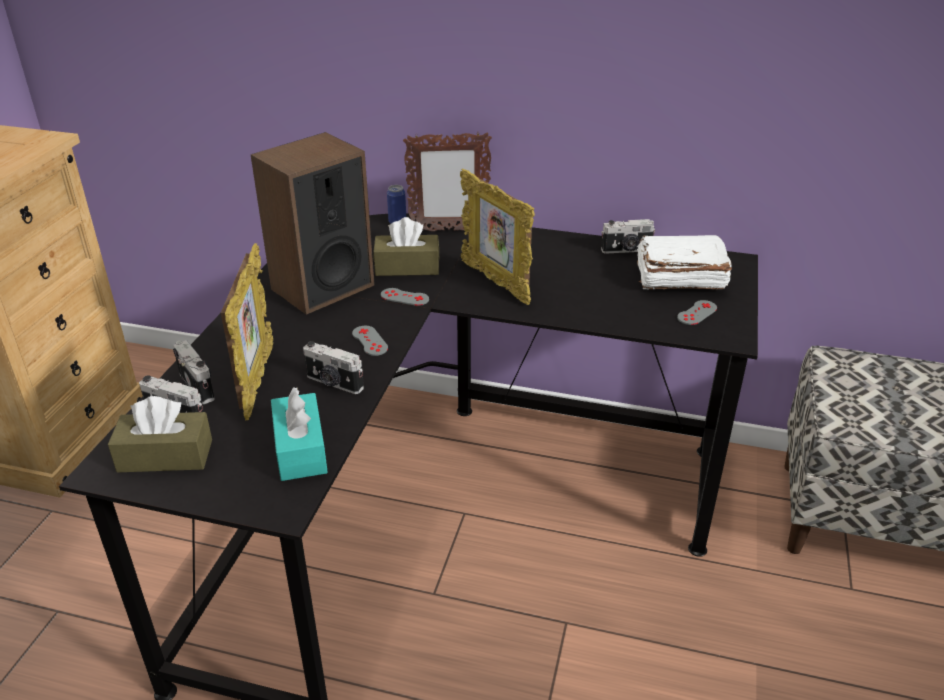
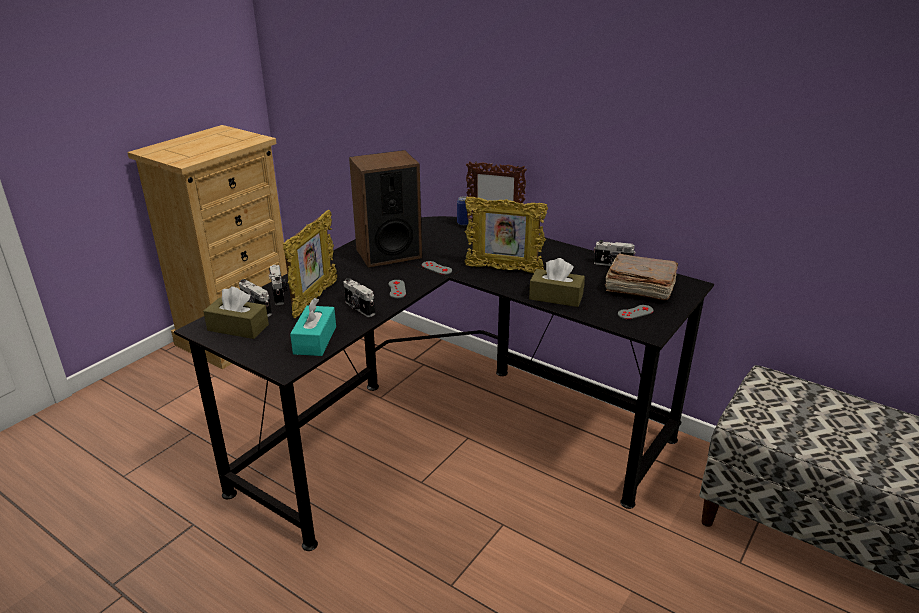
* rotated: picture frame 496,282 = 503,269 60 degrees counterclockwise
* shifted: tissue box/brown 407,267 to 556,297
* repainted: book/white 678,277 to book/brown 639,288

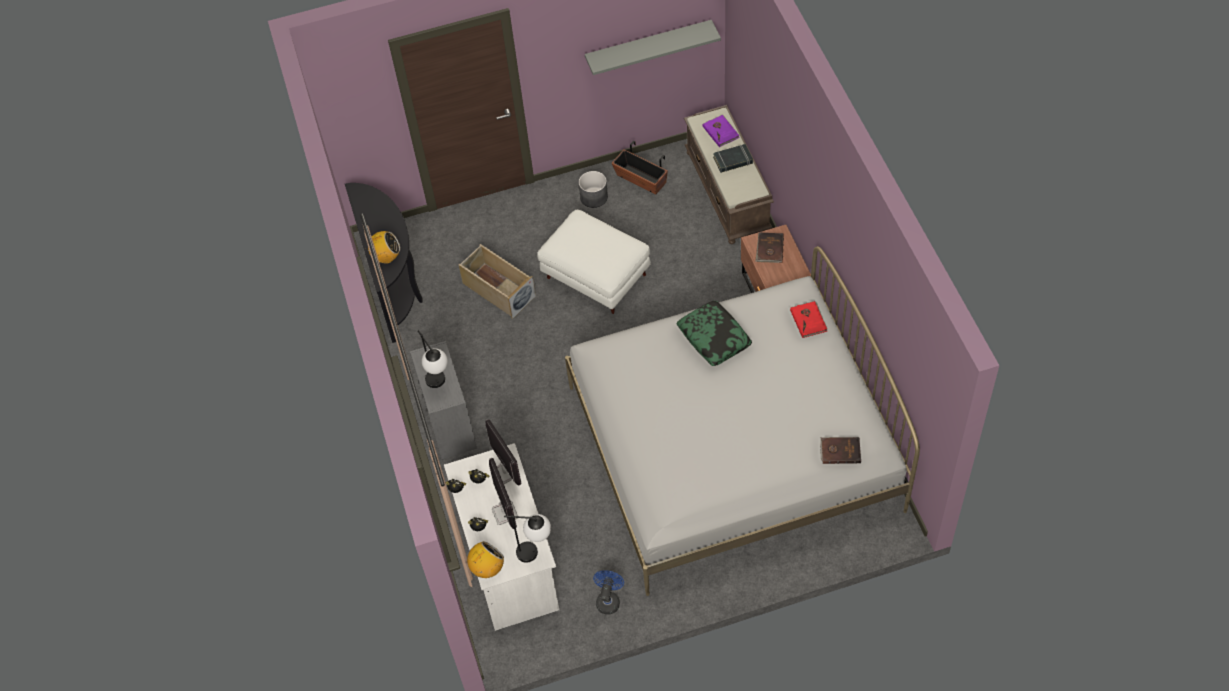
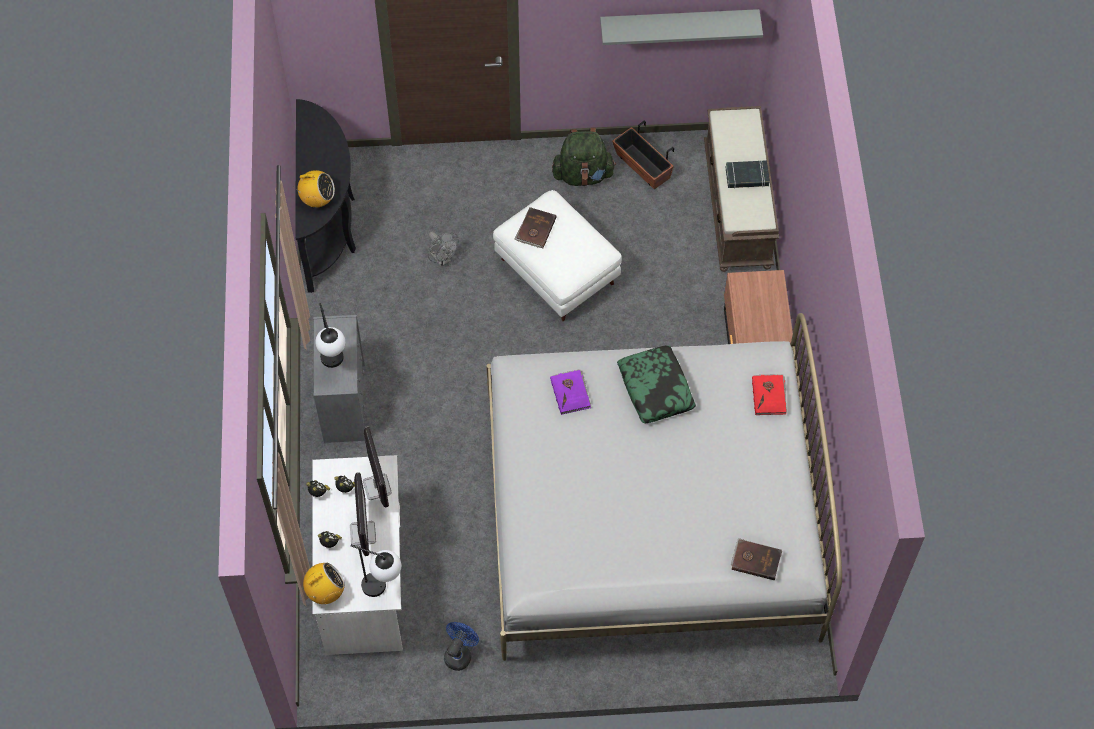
* swapped: storage box/beige 498,290 to fan/grey 442,259
* shifted: book/brown 769,249 to 535,229
* shifted: book/purple 721,131 to 571,392
* swapped: planter/grey 594,197 to backpack/green 583,175

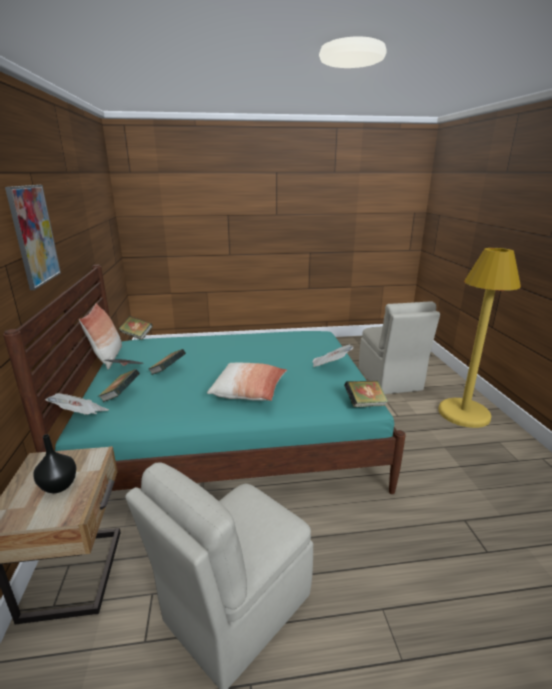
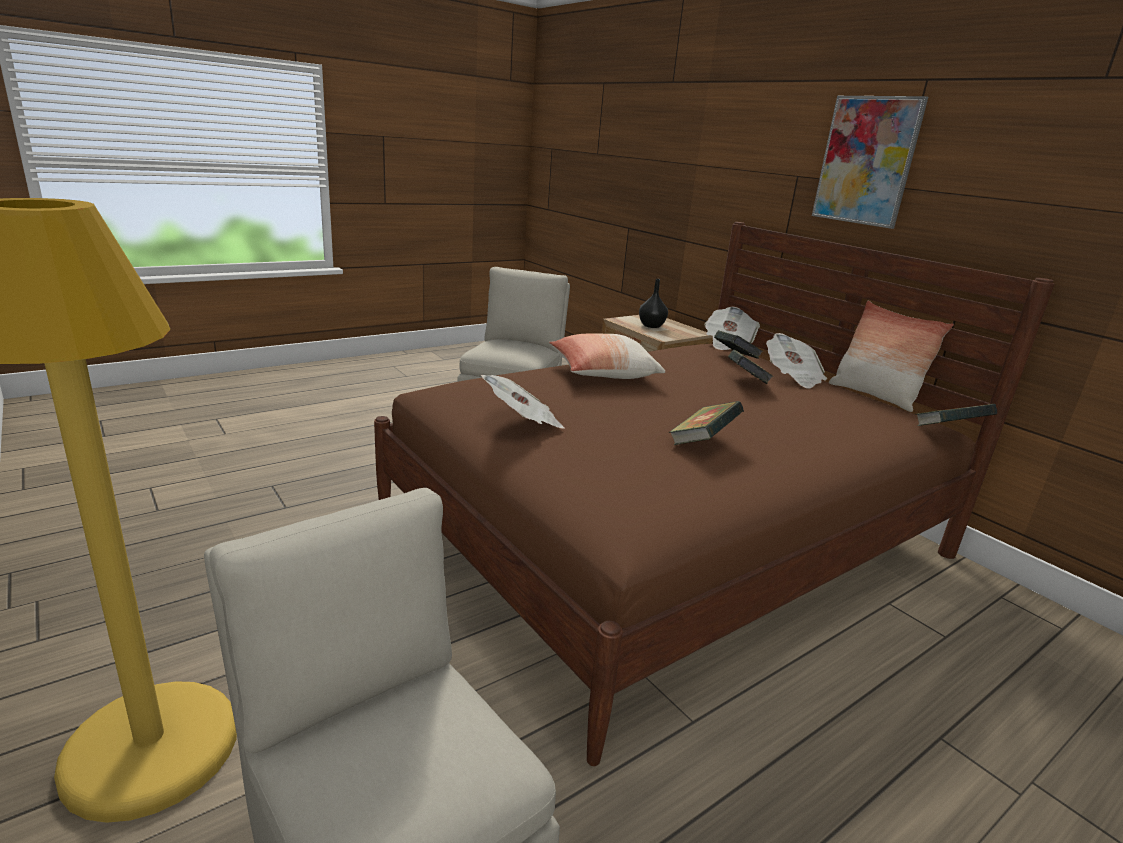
* repainted: bed/turquoise 232,437 to bed/brown 668,536
* shifted: book 365,404 to 702,442

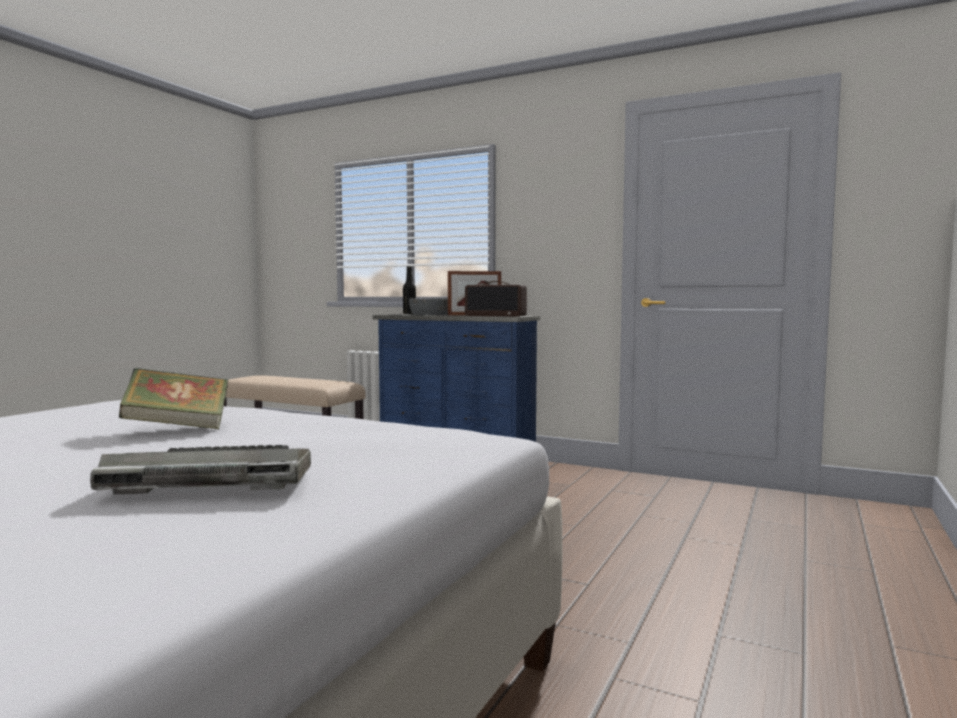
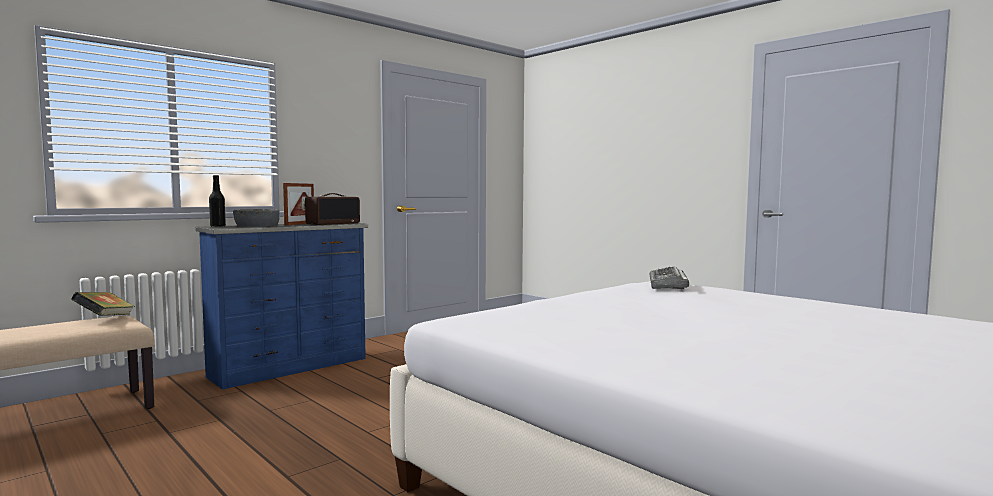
* shifted: book 178,427 to 105,318
* shifted: keyboard 207,483 to 668,284

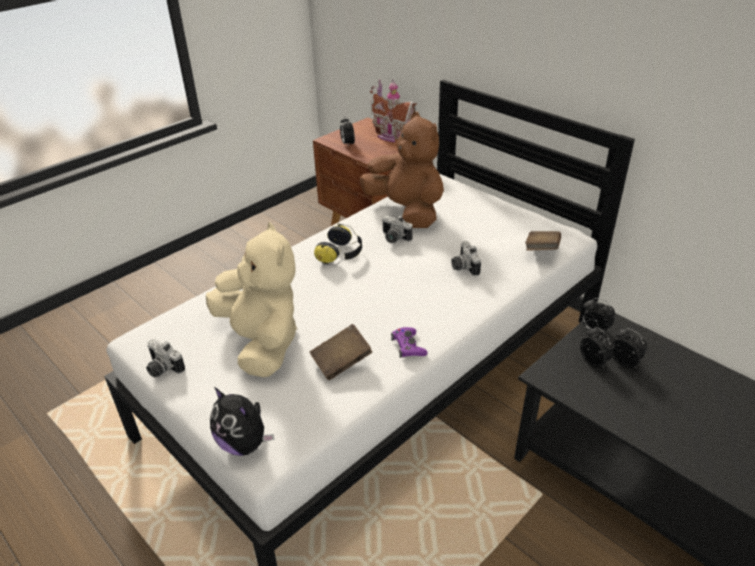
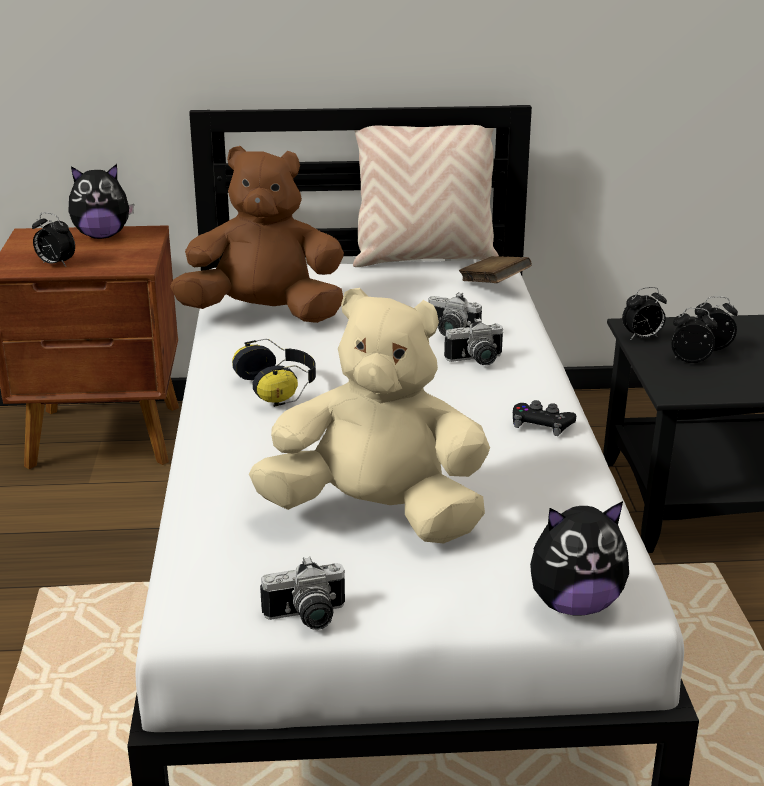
* swapped: toy house 391,136 to plush toy 102,236
* new: pillow/beige 424,258
* shifted: photo camera 393,238 to 477,361
* repainted: game controller/purple 408,346 to game controller/black 542,424
* gone: book/brown 341,362

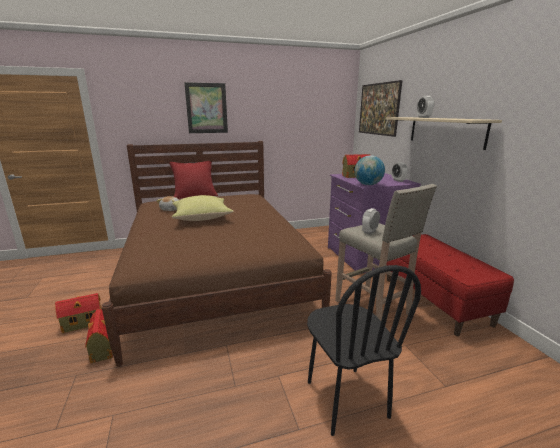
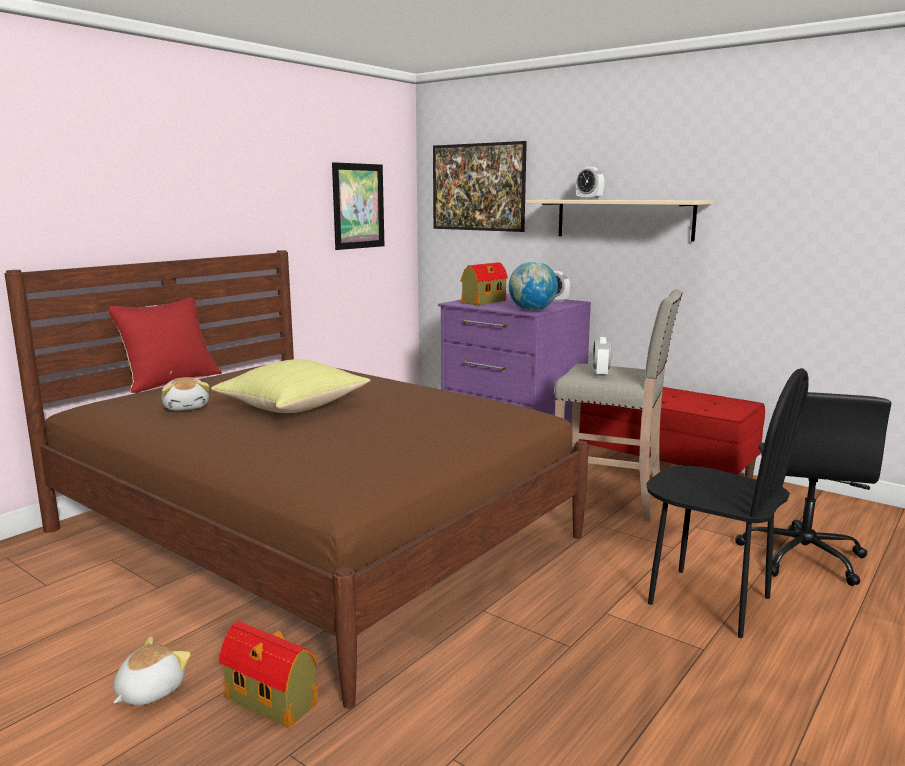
* swapped: toy house 82,324 to plush toy 149,691
* shifted: picture 206,108 to 358,206
* new: office chair/black 802,557

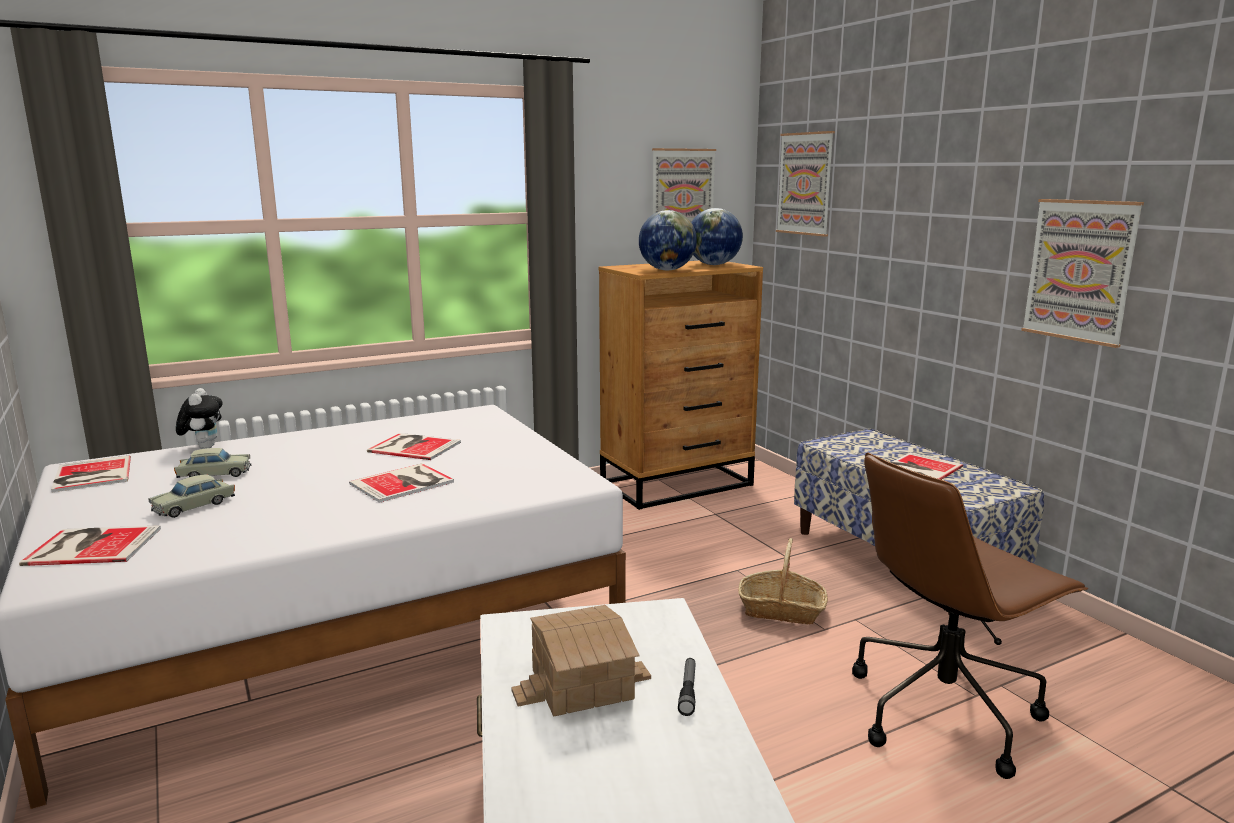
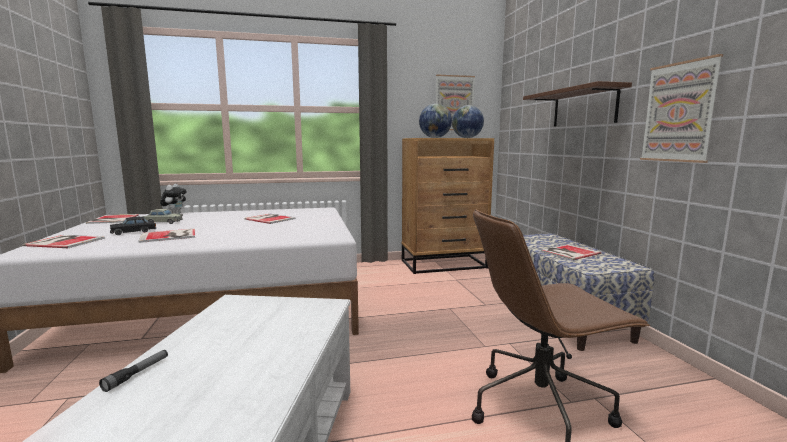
* shifted: flashlight 688,691 to 137,374
* repainted: toy car/beige 194,506 to toy car/black 133,232
* shifted: book 405,483 to 170,236
* new: shelf/brown 584,107
* gone: toy house 581,683
* gone: basket 781,609
* gone: picture 805,184

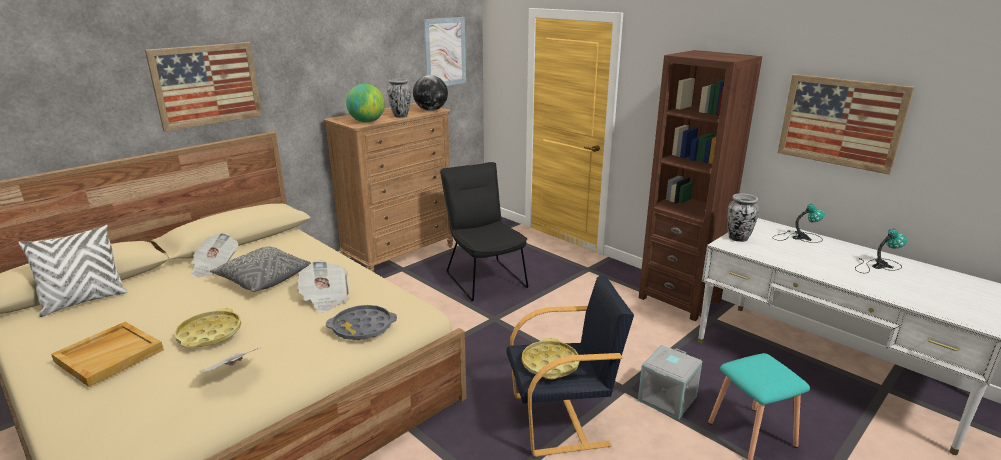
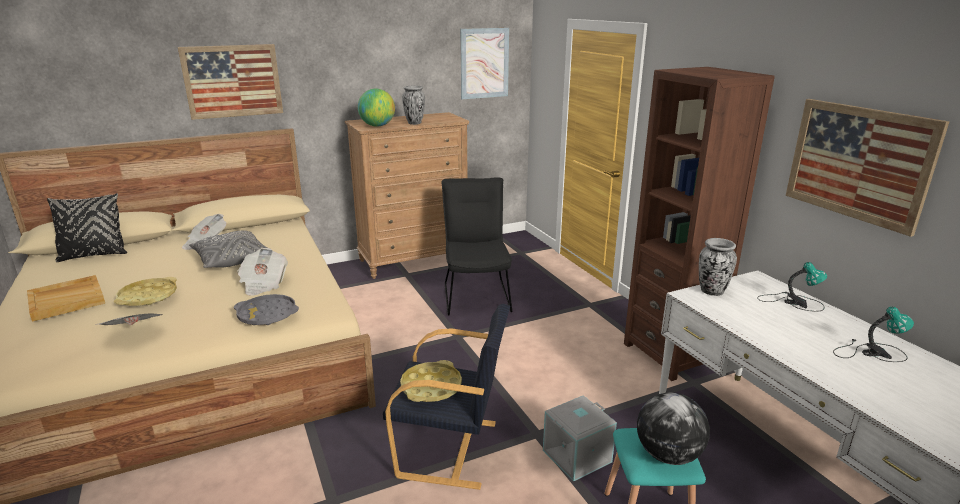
* repainted: pillow/white 84,301 to pillow/black 94,255
* shifted: globe 431,110 to 668,455

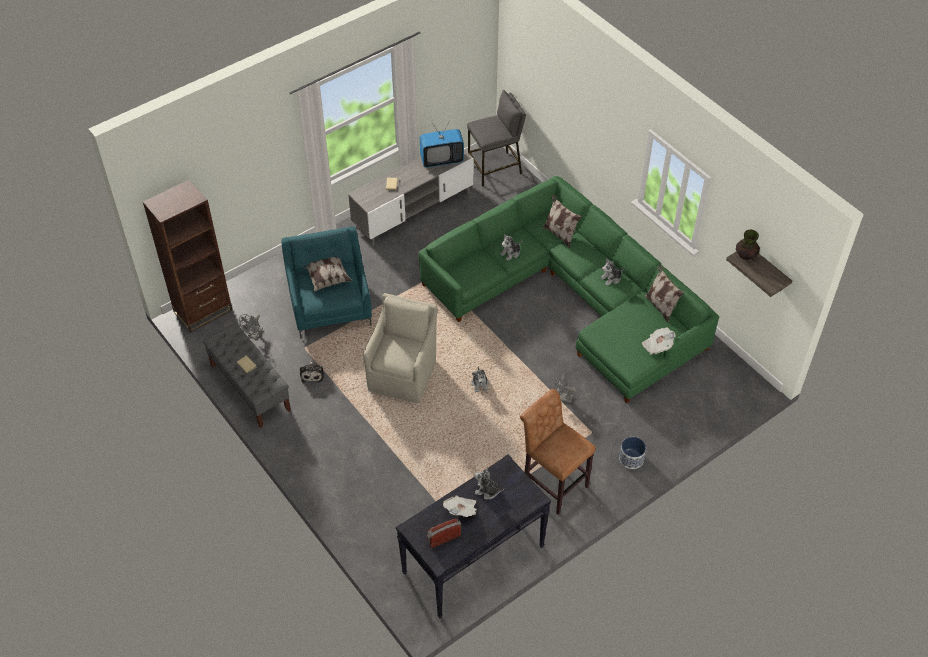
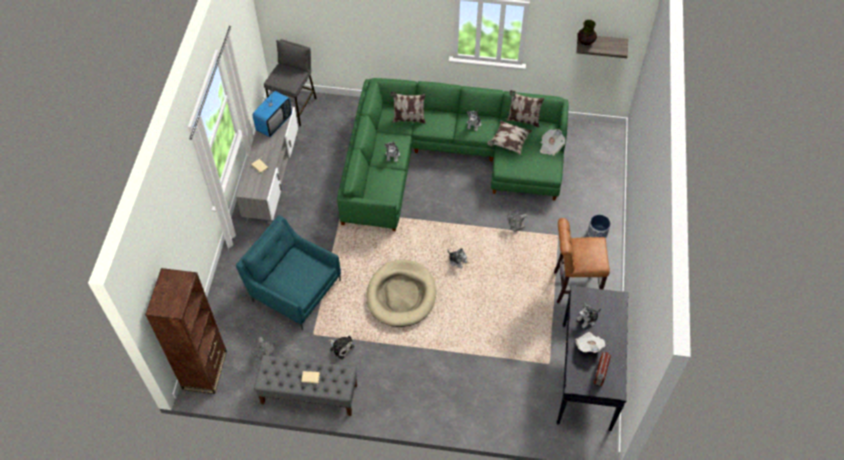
* swapped: armchair/beige 403,373 to dog bed/beige 401,295
* shifted: pillow 327,278 to 508,142

